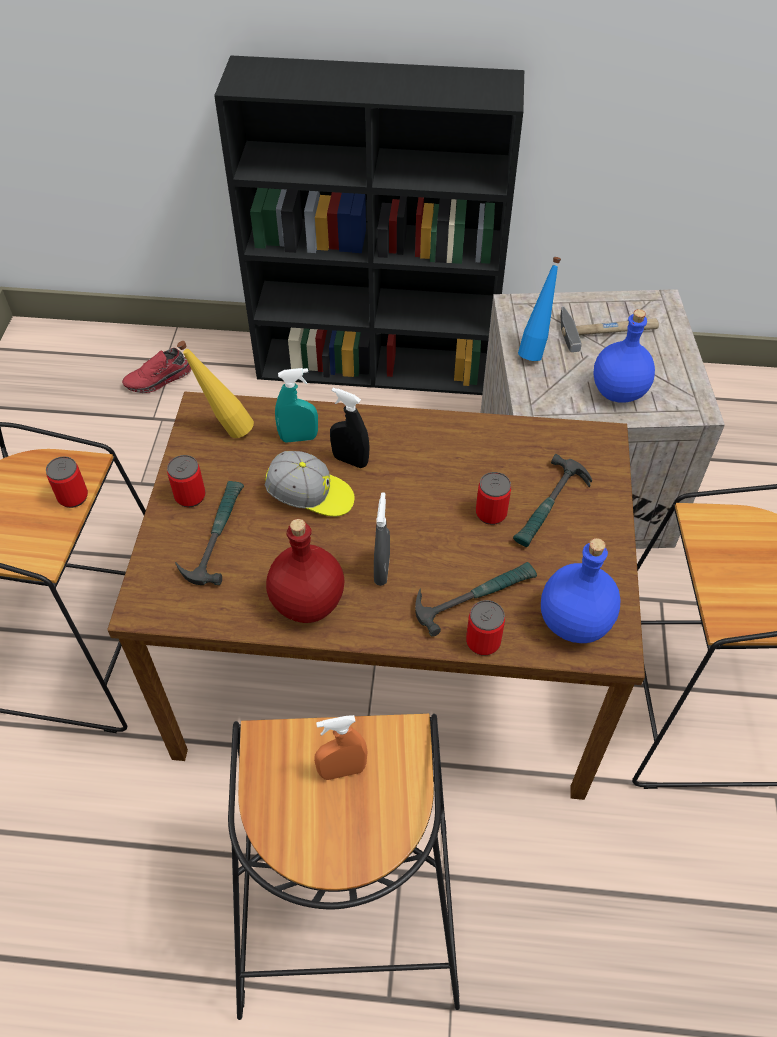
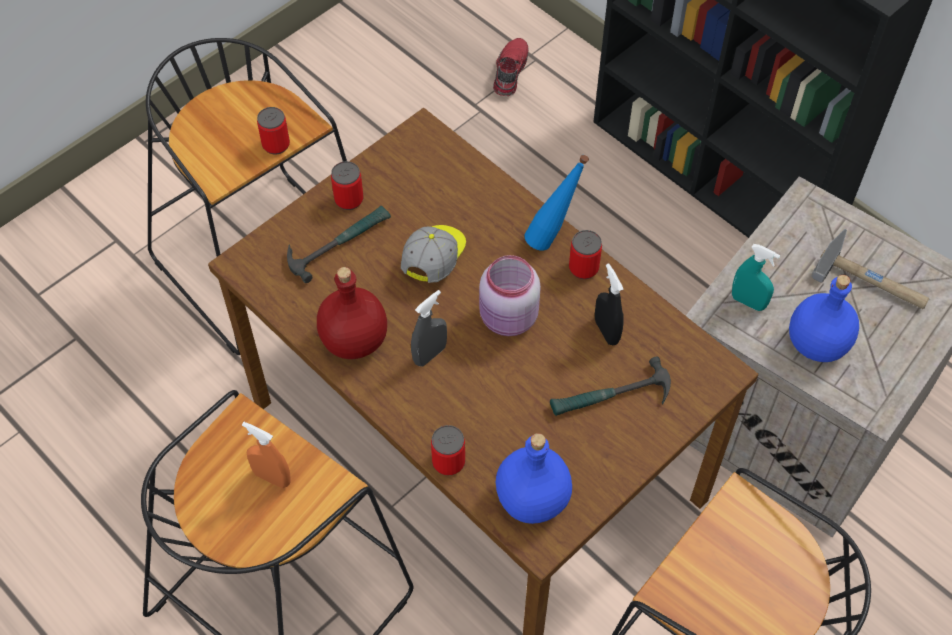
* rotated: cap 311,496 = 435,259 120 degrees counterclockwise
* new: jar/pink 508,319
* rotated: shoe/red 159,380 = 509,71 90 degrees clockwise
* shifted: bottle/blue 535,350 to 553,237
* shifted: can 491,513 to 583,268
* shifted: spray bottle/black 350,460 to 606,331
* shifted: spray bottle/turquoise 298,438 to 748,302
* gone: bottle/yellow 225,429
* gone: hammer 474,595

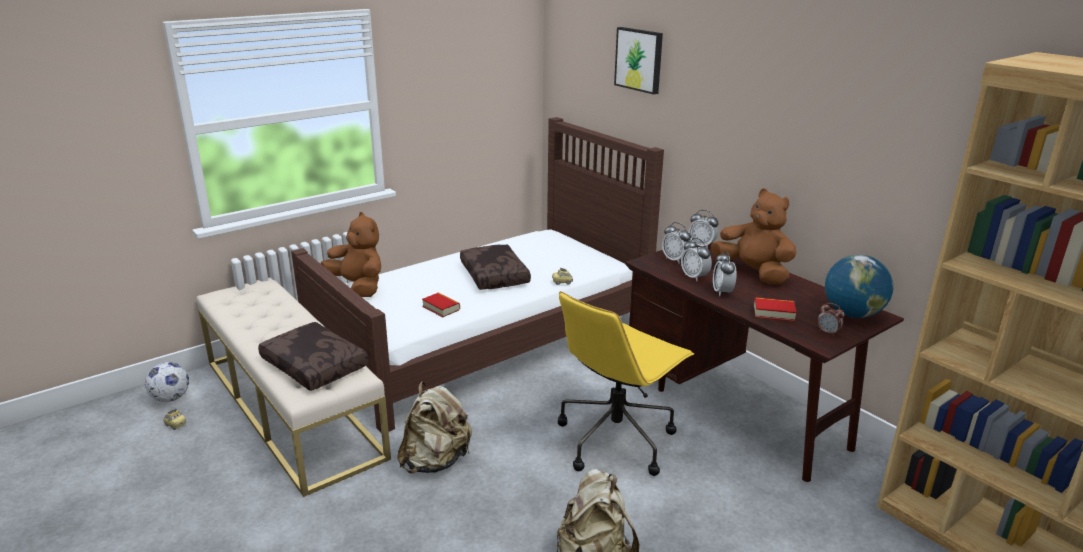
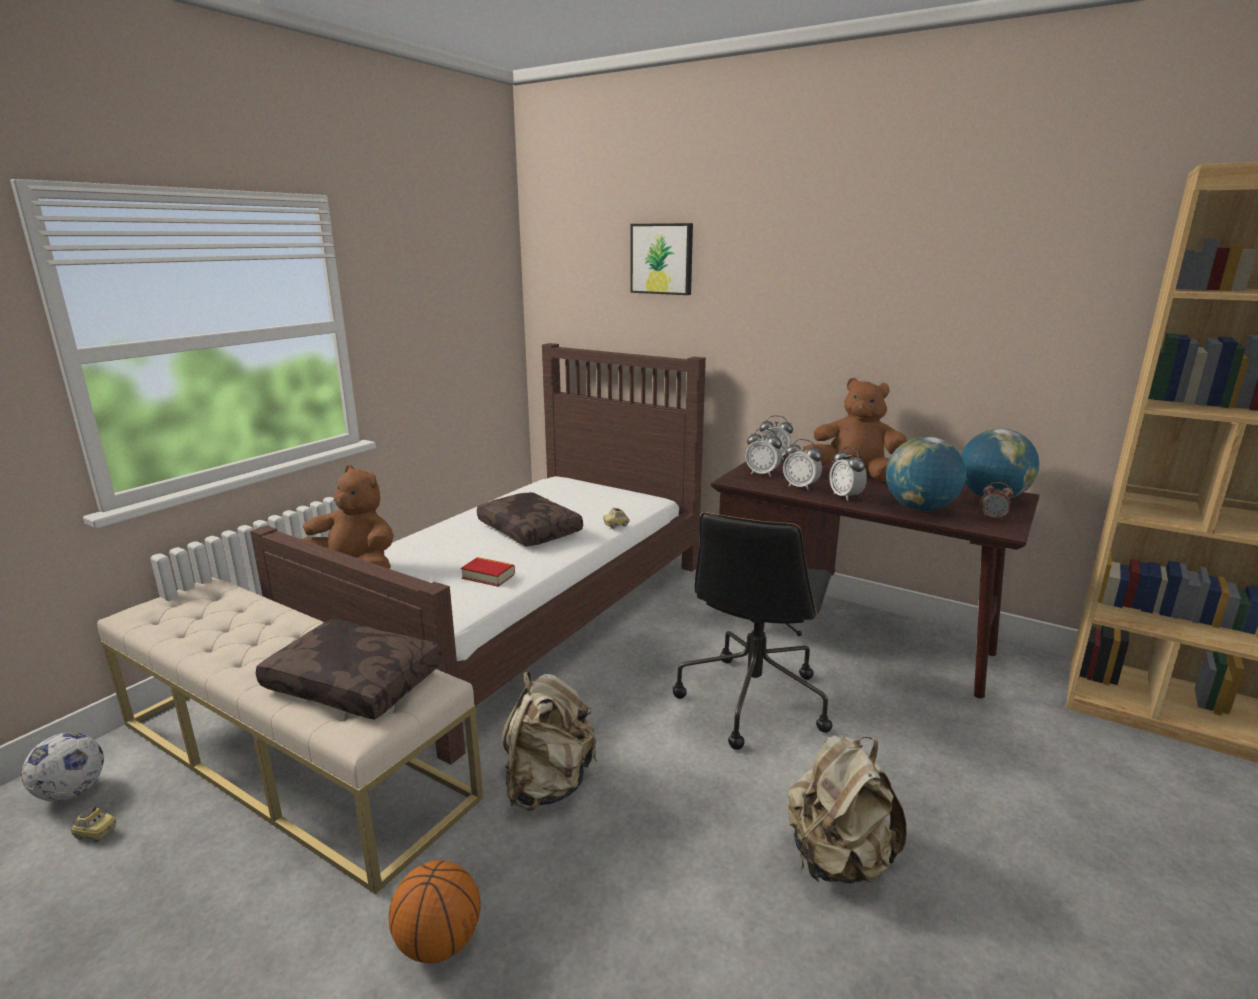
* new: basketball 439,942
* repainted: office chair/yellow 616,439 to office chair/black 753,699
* swapped: book 773,313 to globe 919,508

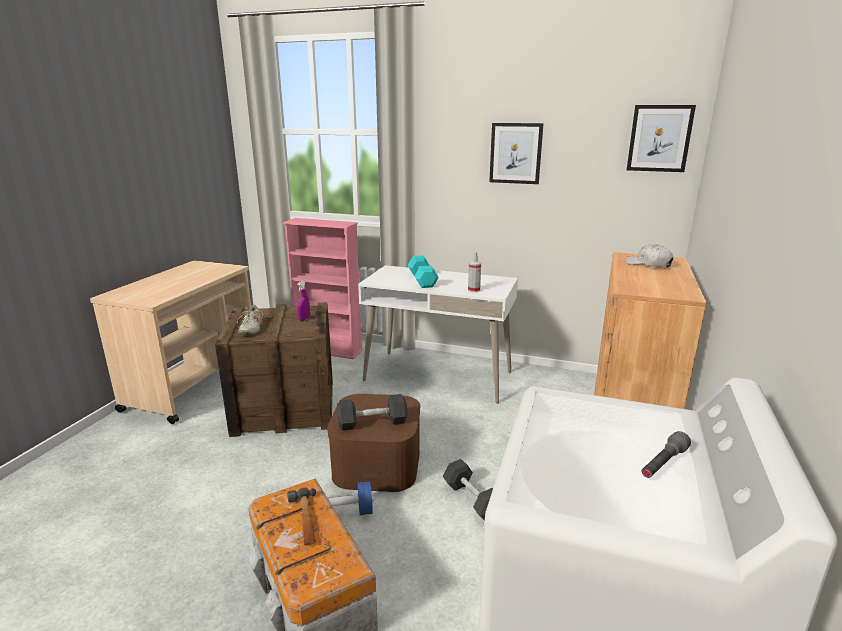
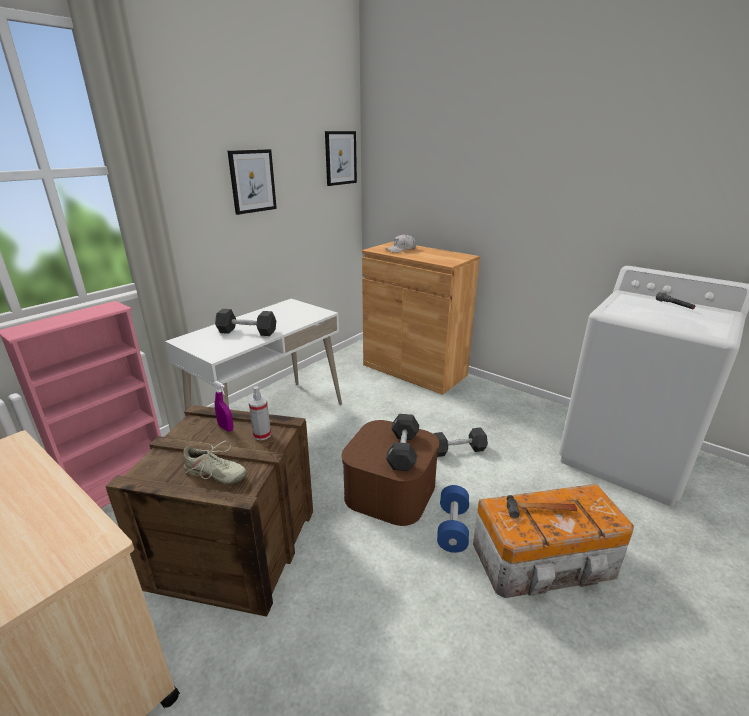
* repainted: dumbbell/turquoise 422,280 to dumbbell/black 247,332
* shifted: spray bottle 474,290 to 262,435

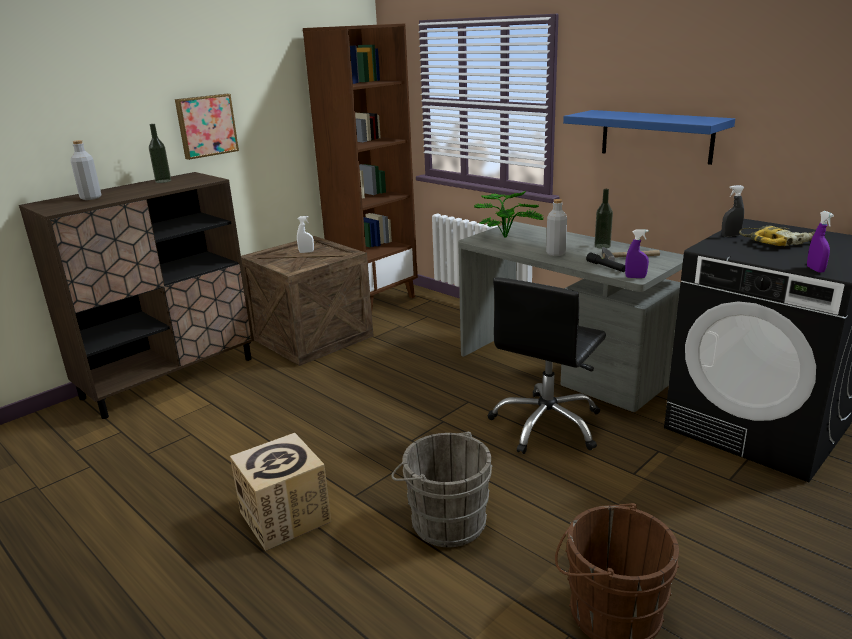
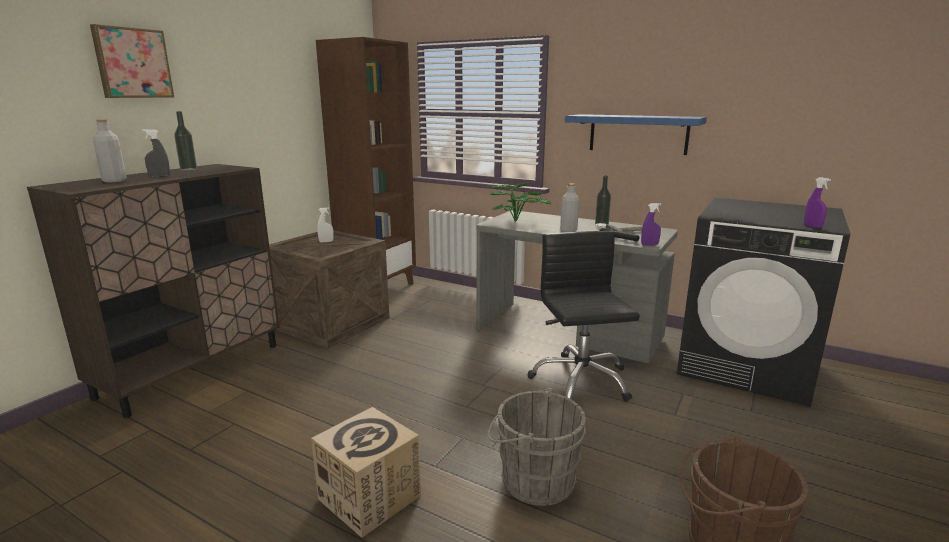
* shifted: picture 206,125 to 132,63
* shifted: spray bottle/grey 730,236 to 159,176
* rotated: office chair/black 547,425 = 580,380 150 degrees clockwise
* gone: power drill 778,242

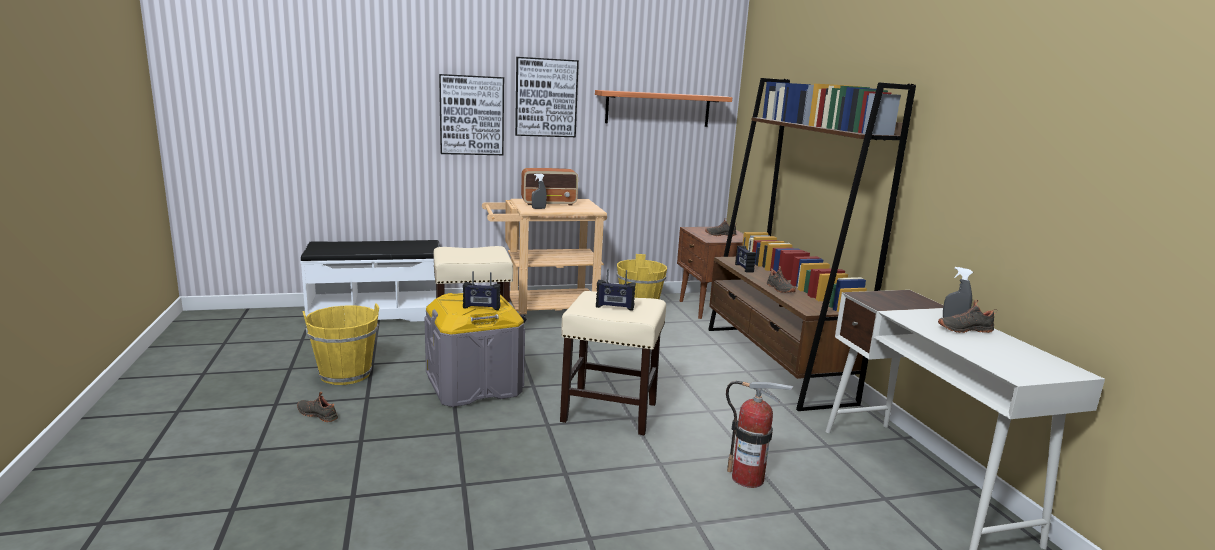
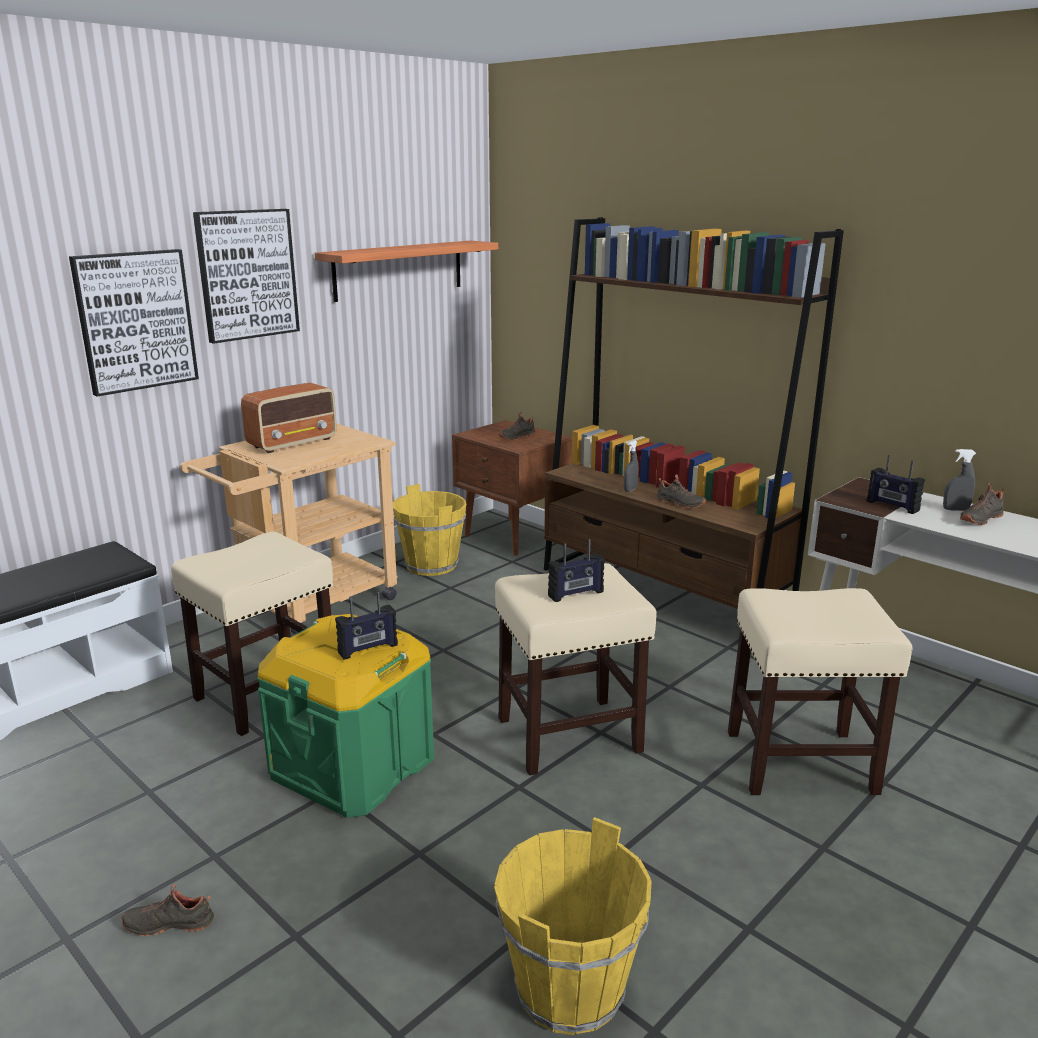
* repainted: storage box/grey 474,385 to storage box/green 353,766
* shifted: bucket/yellow 345,375 to 570,990
* shifted: spray bottle/grey 538,208 to 630,489
* swapped: fire extinguisher 747,478 to stool/beige 802,762
* shifted: radio 743,268 to 892,506

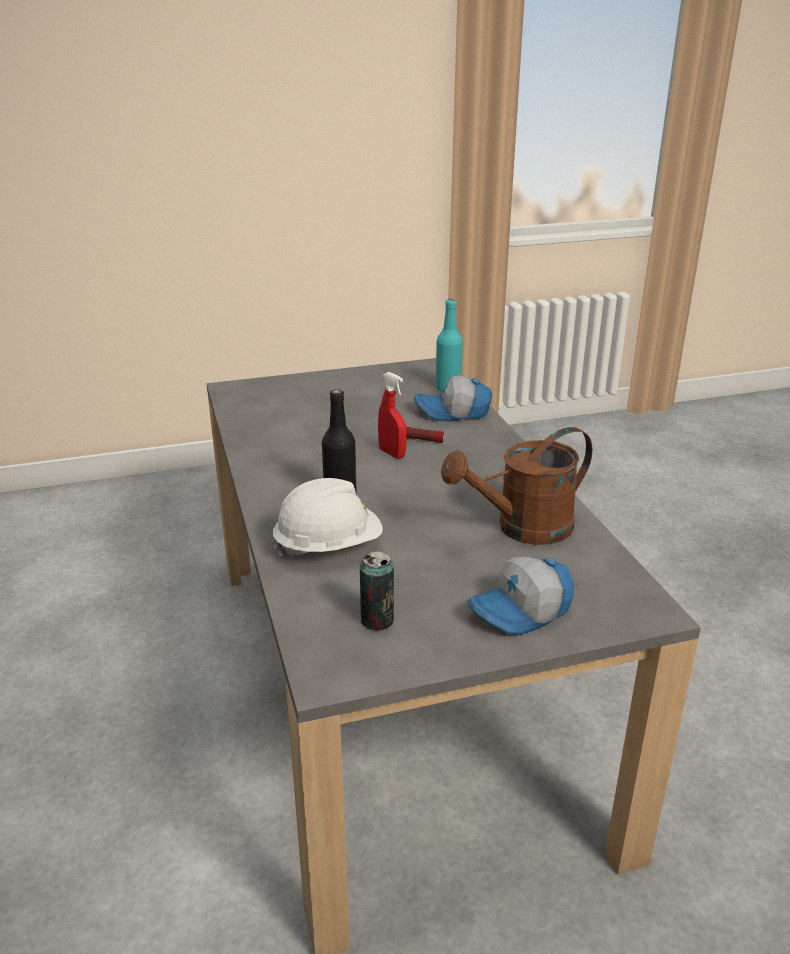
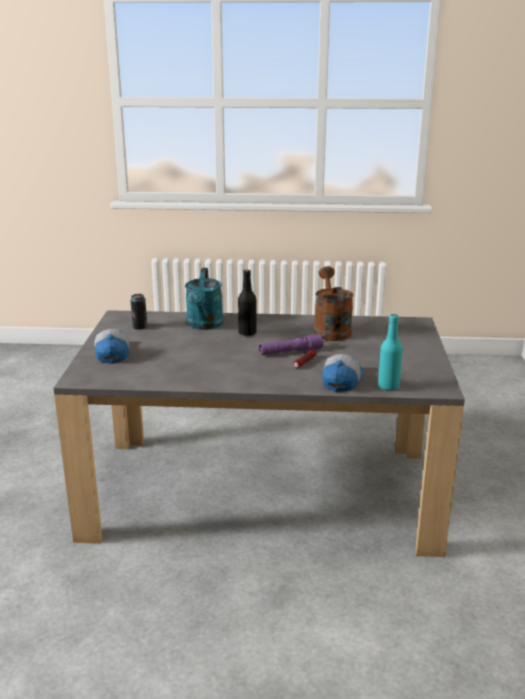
* swapped: hard hat/white 328,546 to watering can/turquoise 204,325
* swapped: spray bottle/red 392,453 to flashlight/purple 290,352
* shifted: watering can/brown 522,529 to 330,329

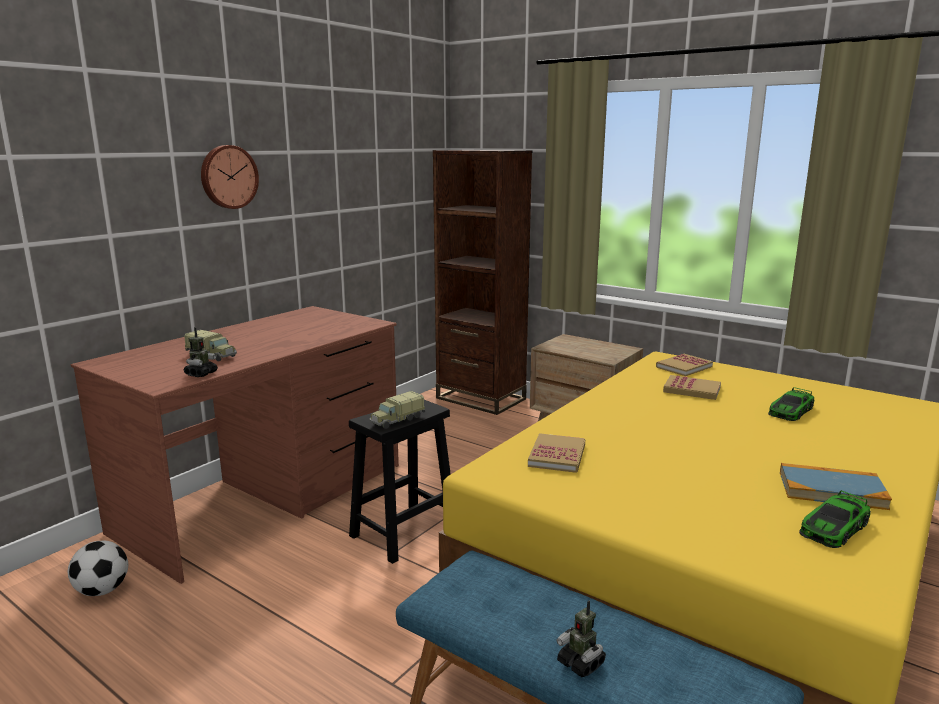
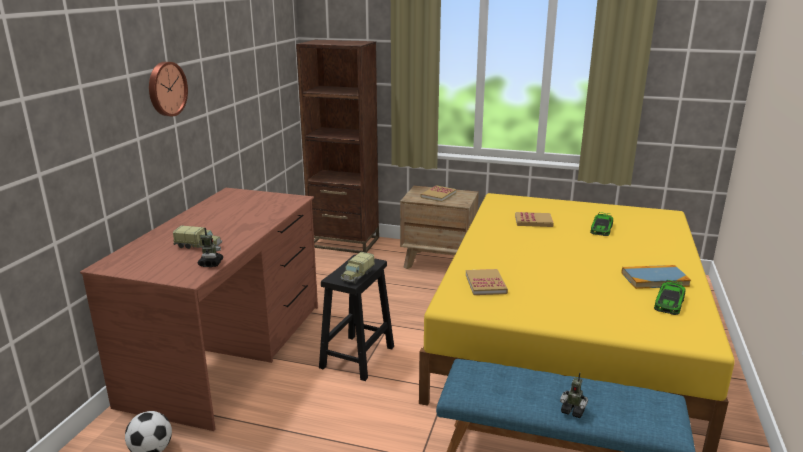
* shifted: book 684,367 to 438,195

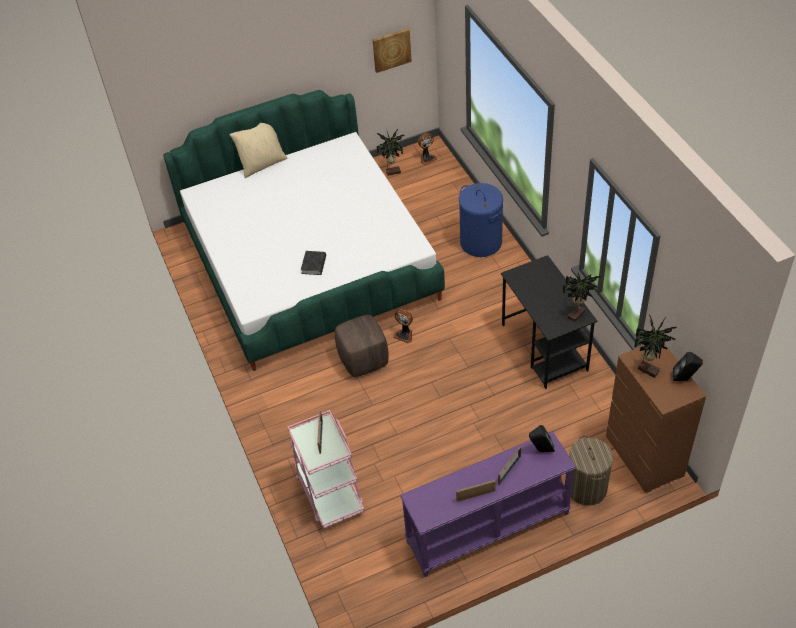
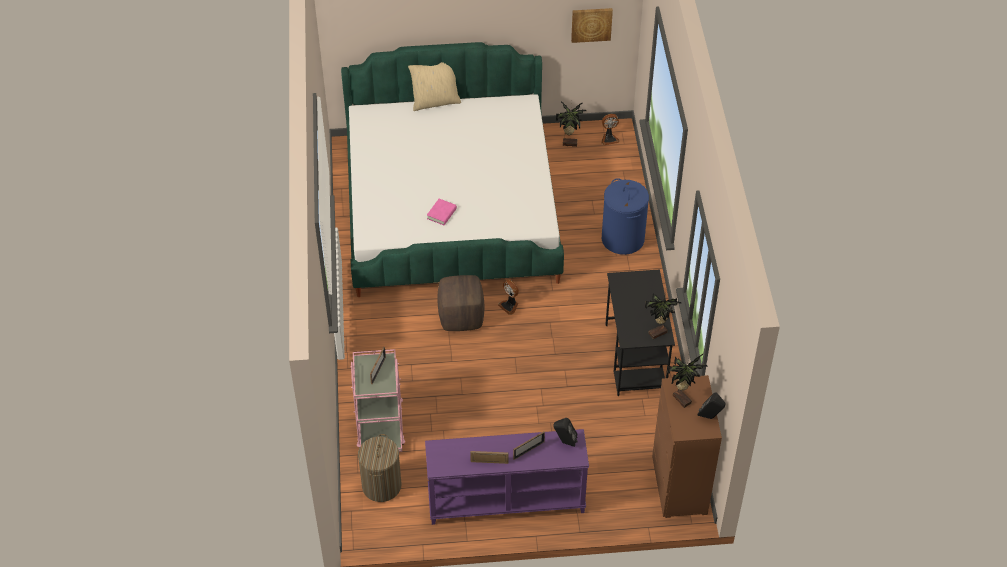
* shifted: laundry basket 586,488 to 381,486
* repainted: book/black 314,265 to book/pink 441,214

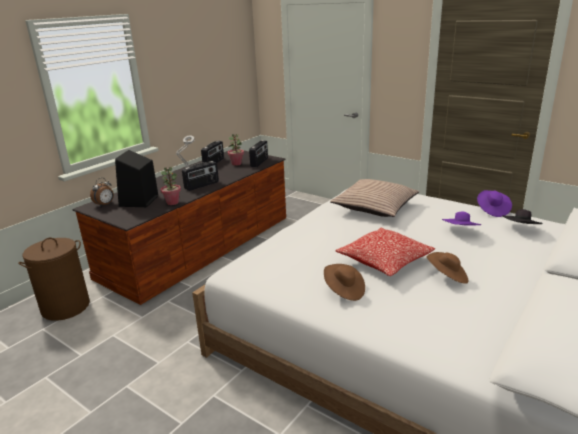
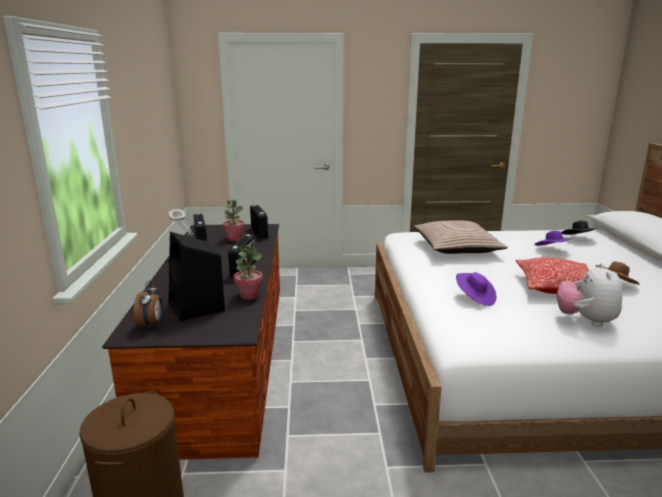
* shifted: hat/purple 492,210 to 474,298
* swapped: hat/brown 344,291 to plush toy 585,320

